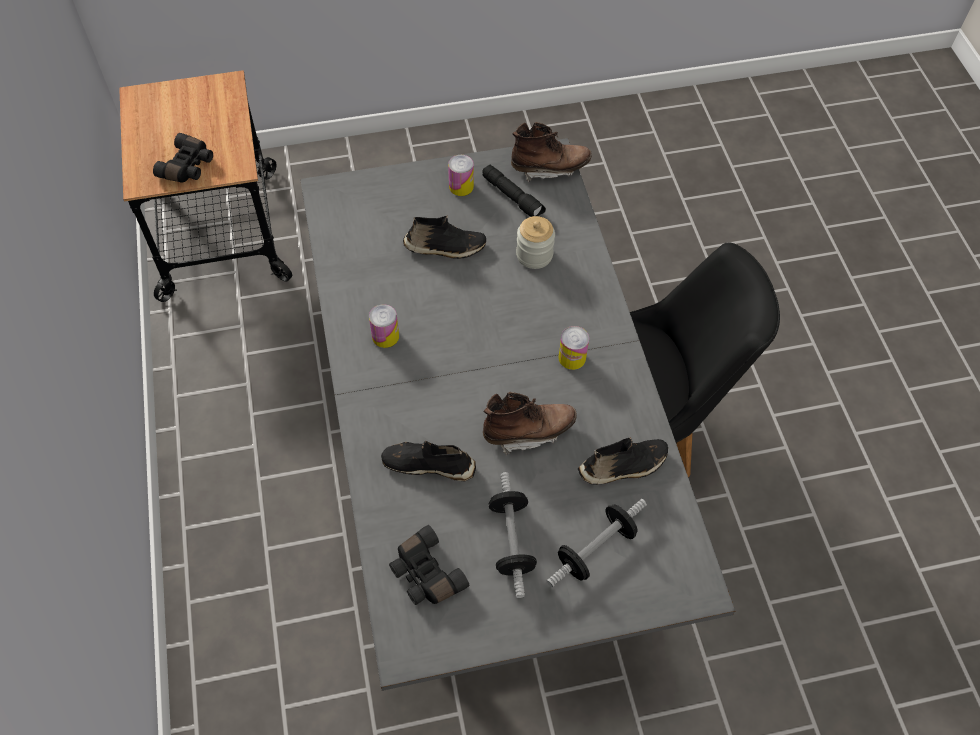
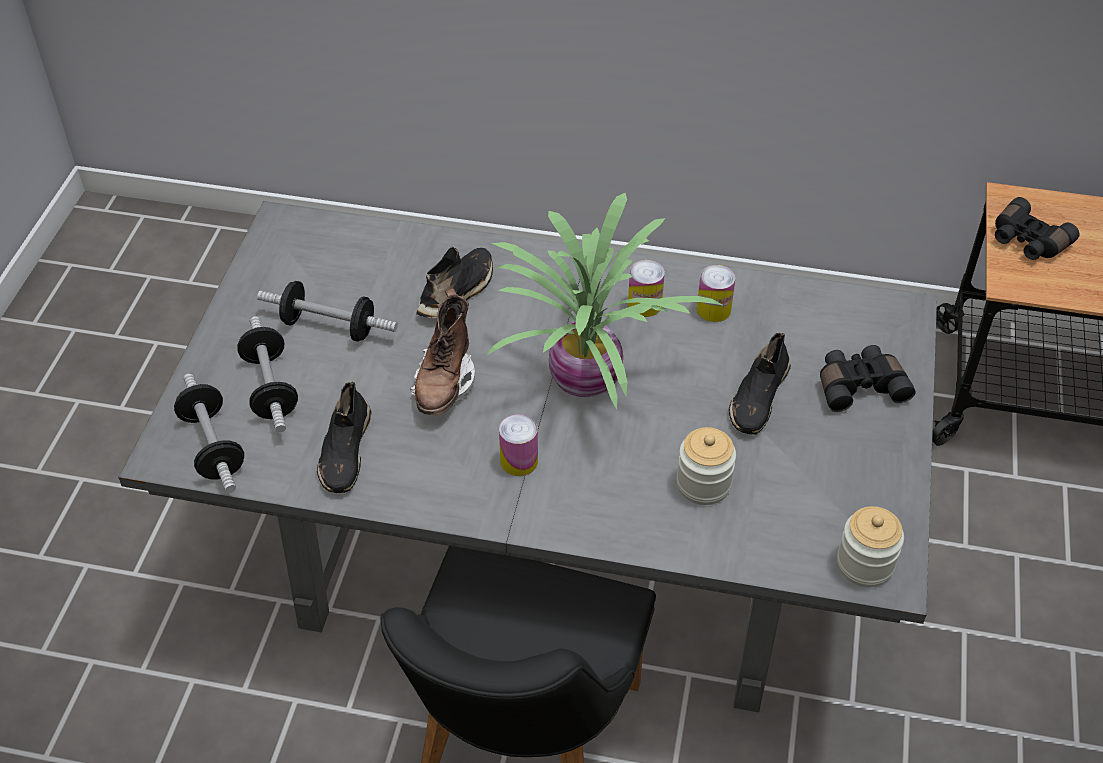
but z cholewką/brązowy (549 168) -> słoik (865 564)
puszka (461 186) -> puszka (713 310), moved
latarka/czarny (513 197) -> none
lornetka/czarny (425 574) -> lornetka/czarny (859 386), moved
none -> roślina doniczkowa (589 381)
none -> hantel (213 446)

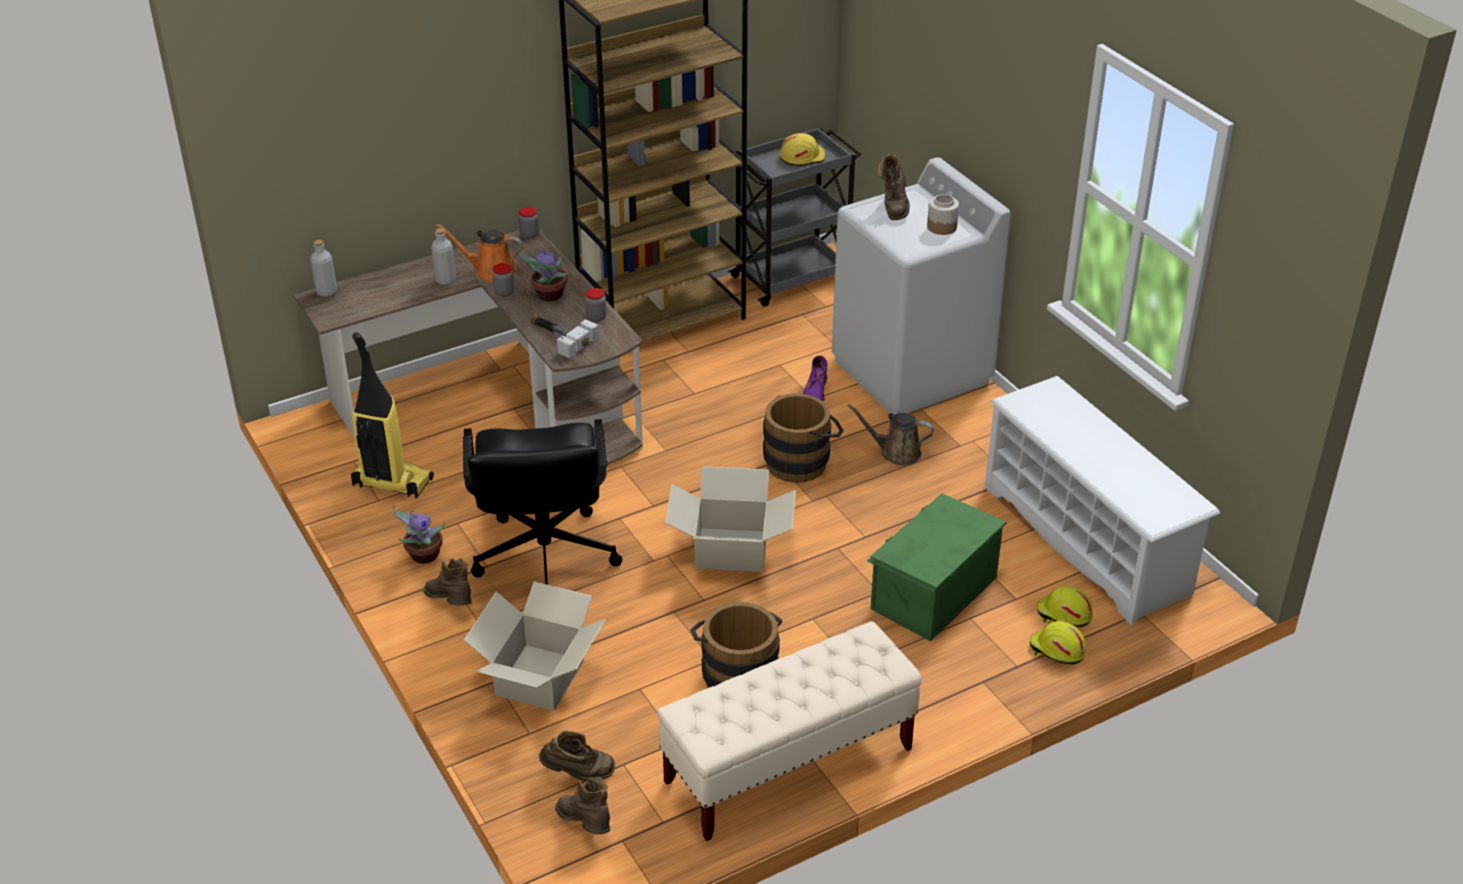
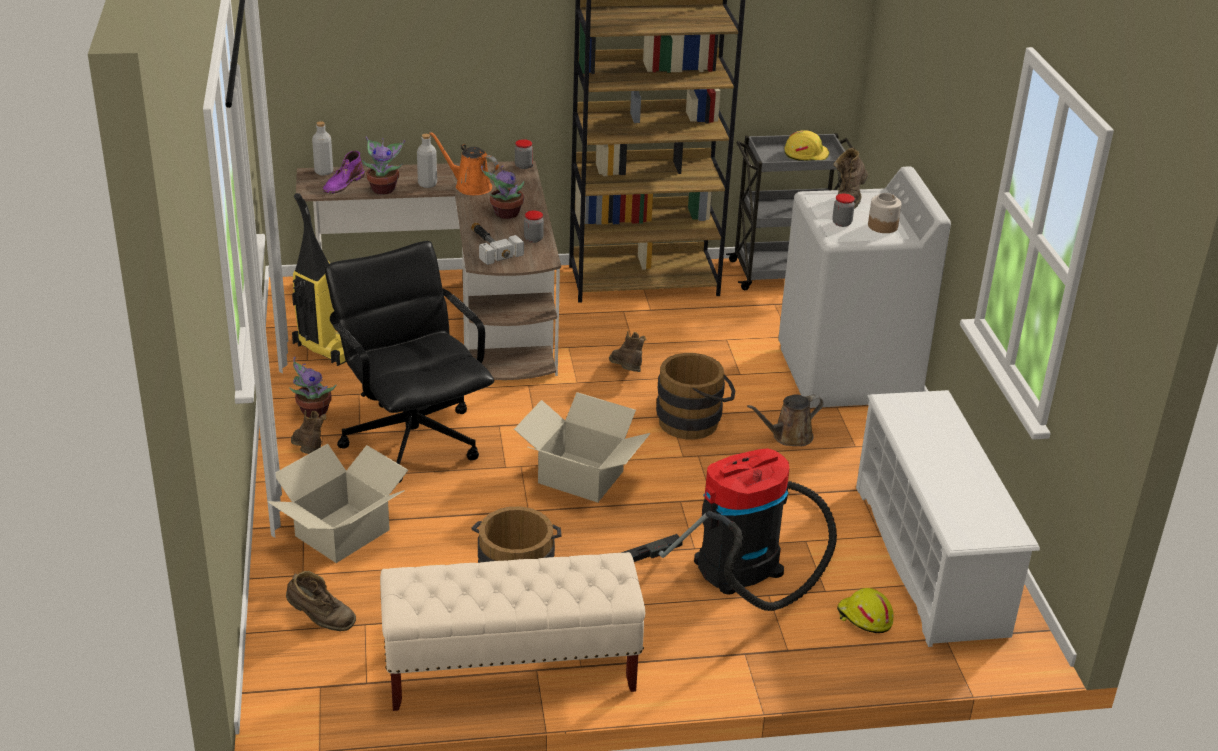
słoik (504 292) -> słoik (841 223), moved
but z cholewką/fioletowy (815 392) -> but z cholewką/fioletowy (343 183), moved
konewka/brązowy (896 452) -> konewka/brązowy (789 437), 60 degrees counterclockwise
krzesło biurowe/czarny (544 557) -> krzesło biurowe/czarny (413 439), 135 degrees clockwise
pojemnik do przechowywania/zielony (931 592) -> odkurzacz (745 563)
kask/żółty (1057 650) -> none
but z cholewką/brązowy (586 826) -> but z cholewką/brązowy (627 373), moved
none -> roślina doniczkowa (384 189)

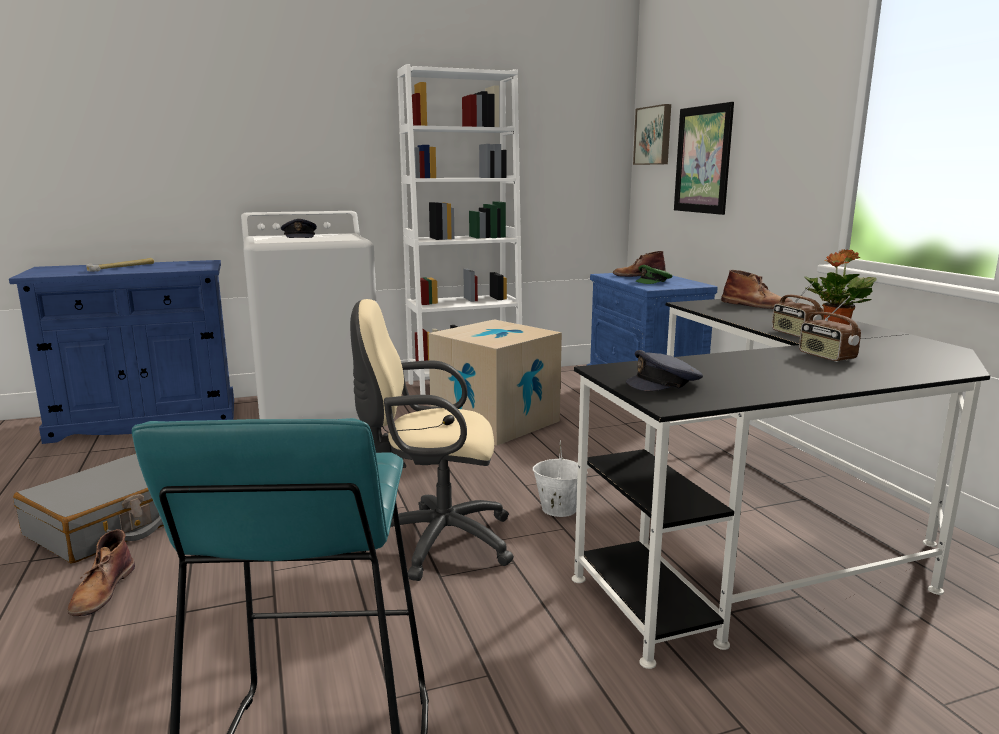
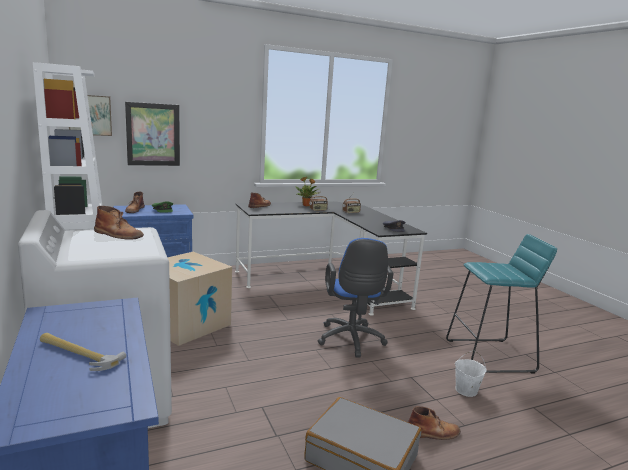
czapka z daszkiem/szary (299 236) -> none
krzesło biurowe/beżowy (434 541) -> krzesło biurowe/niebieski (351 341)
wiadro/biały (558 509) -> wiadro/biały (466 390), moved
none -> but z cholewką/brązowy (118 235)

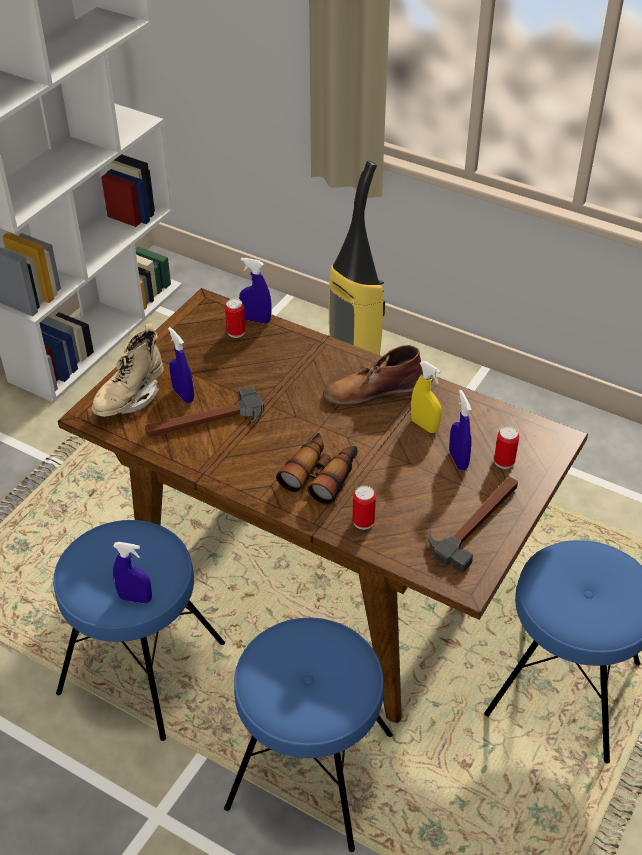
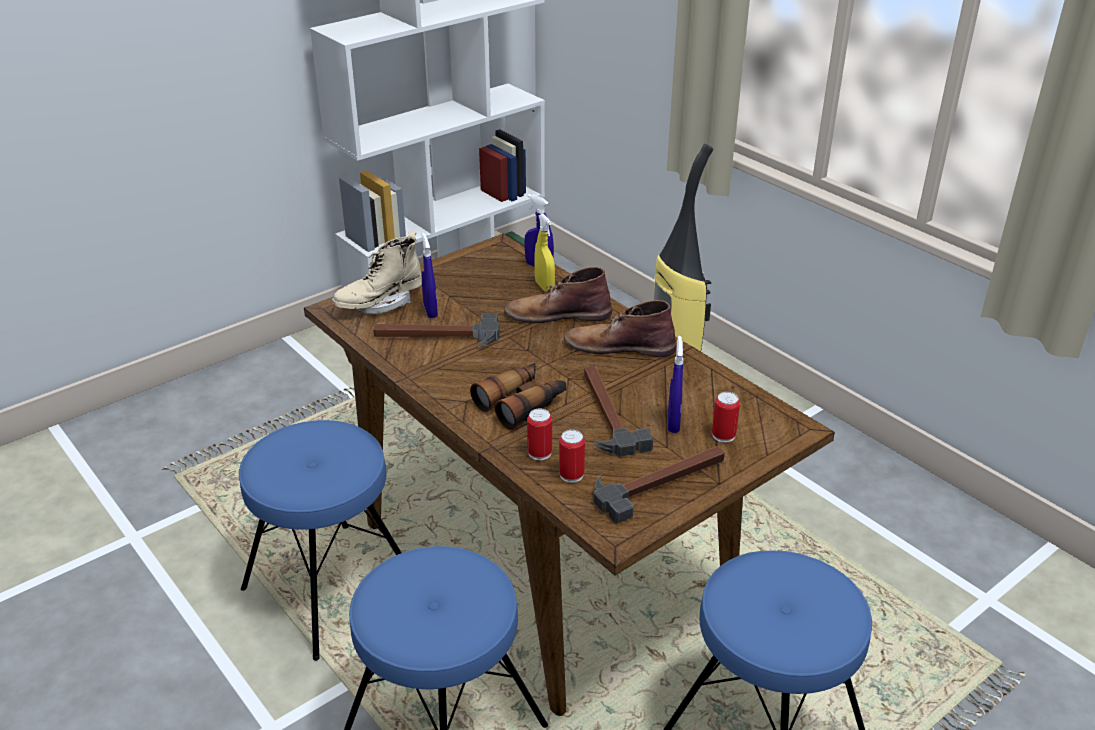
puszka (236 332) -> puszka (571 475), moved
spryskiwacz/żółty (424 425) -> spryskiwacz/żółty (544 287), moved
spryskiwacz/niebieski (135 598) -> none
none -> but z cholewką/brązowy (557 314)
none -> młotek (606 414)

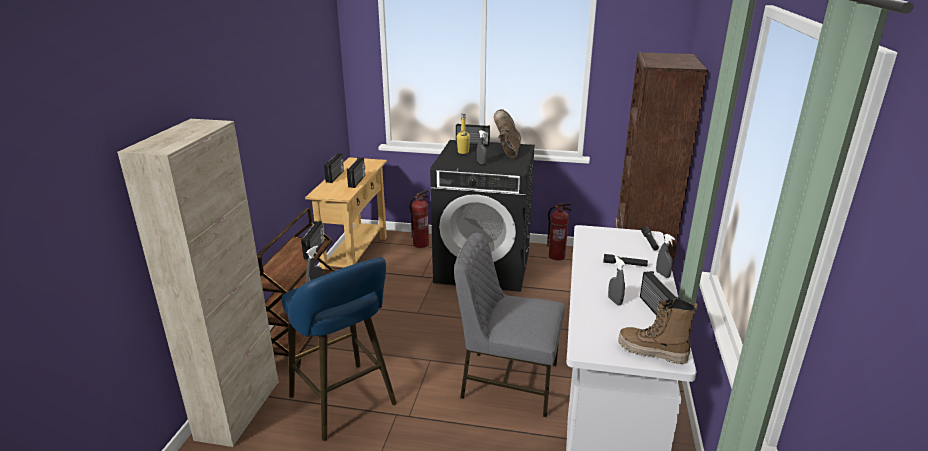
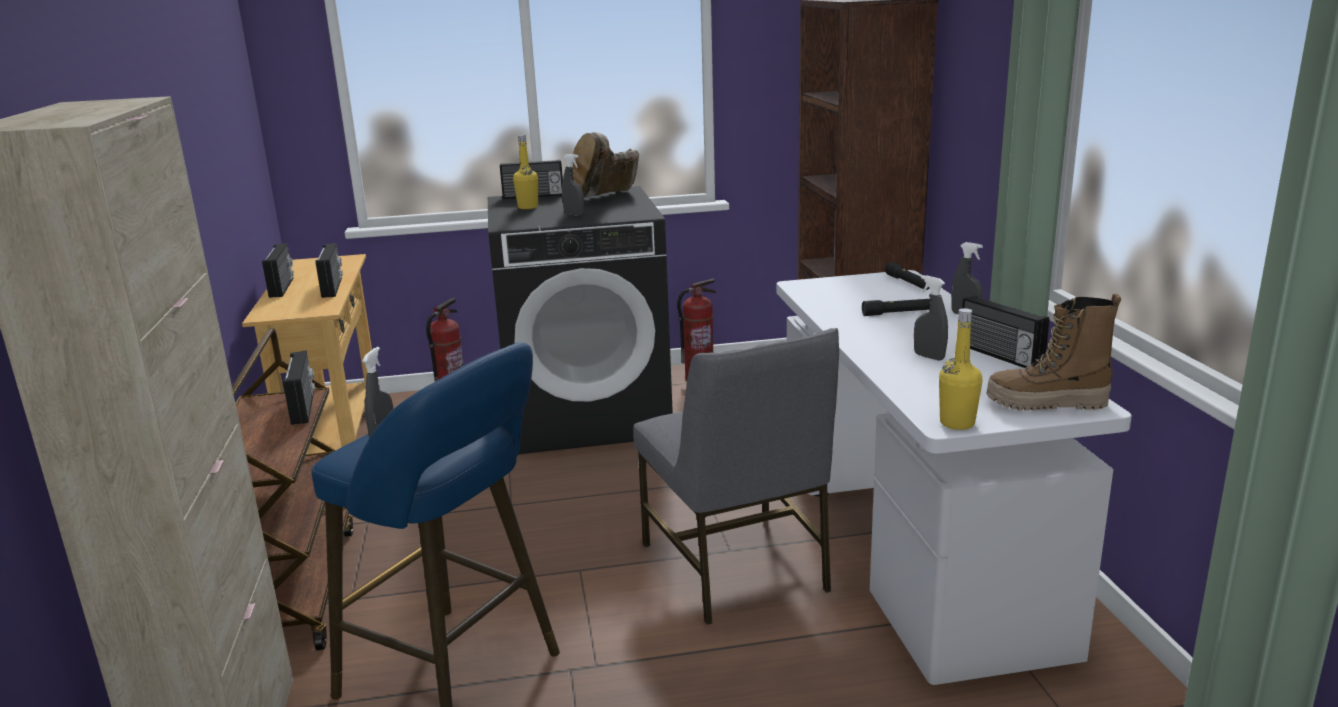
but z cholewką/brązowy (507 152) -> but z cholewką/brązowy (604 198), 120 degrees counterclockwise
krzesło/szary (507 381) -> krzesło/szary (736 568), 105 degrees counterclockwise
none -> butelka/żółty (957 423)

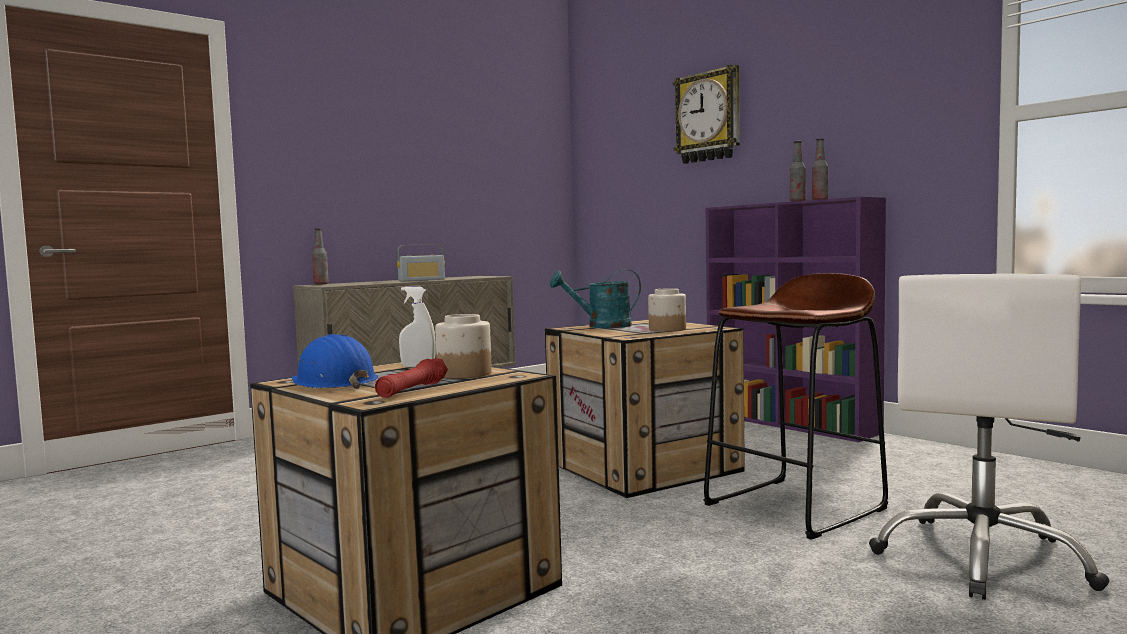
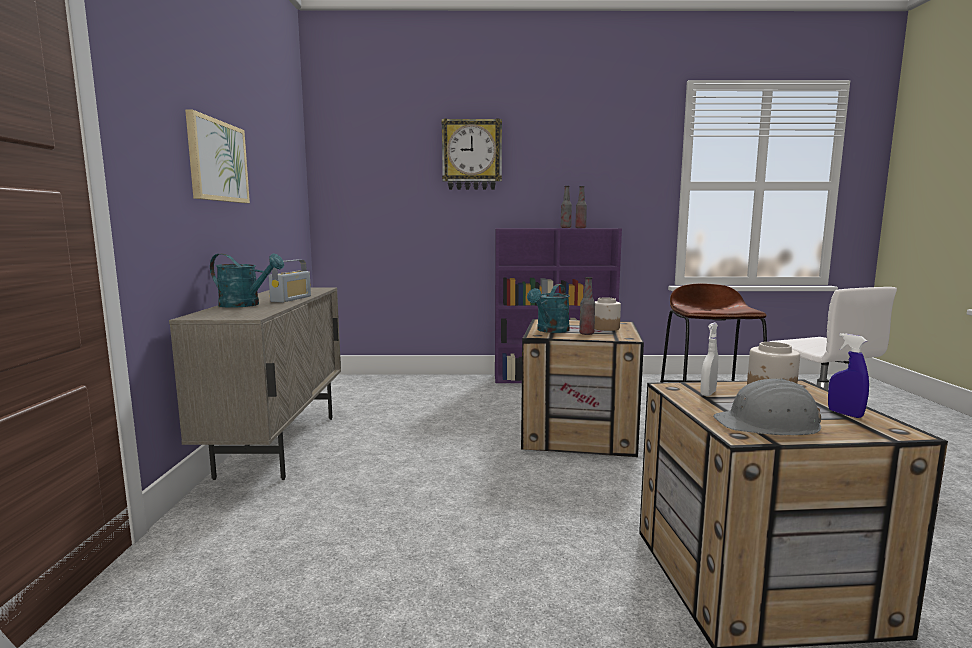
butelka (321 284) -> butelka (586 334), moved
kask/niebieski (333 382) -> kask/szary (769 424)
latarka/czerwony (412 390) -> spryskiwacz/niebieski (845 414)
none -> obraz (217 161)
none -> konewka/turkusowy (246 305)

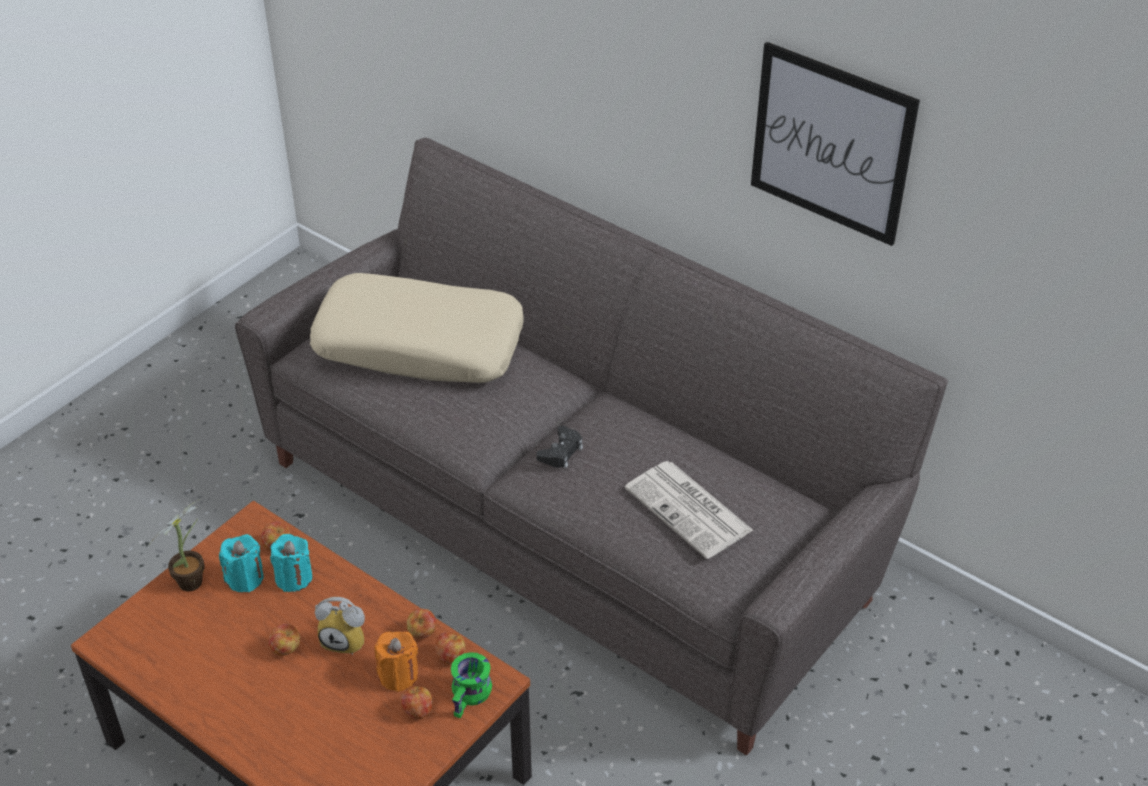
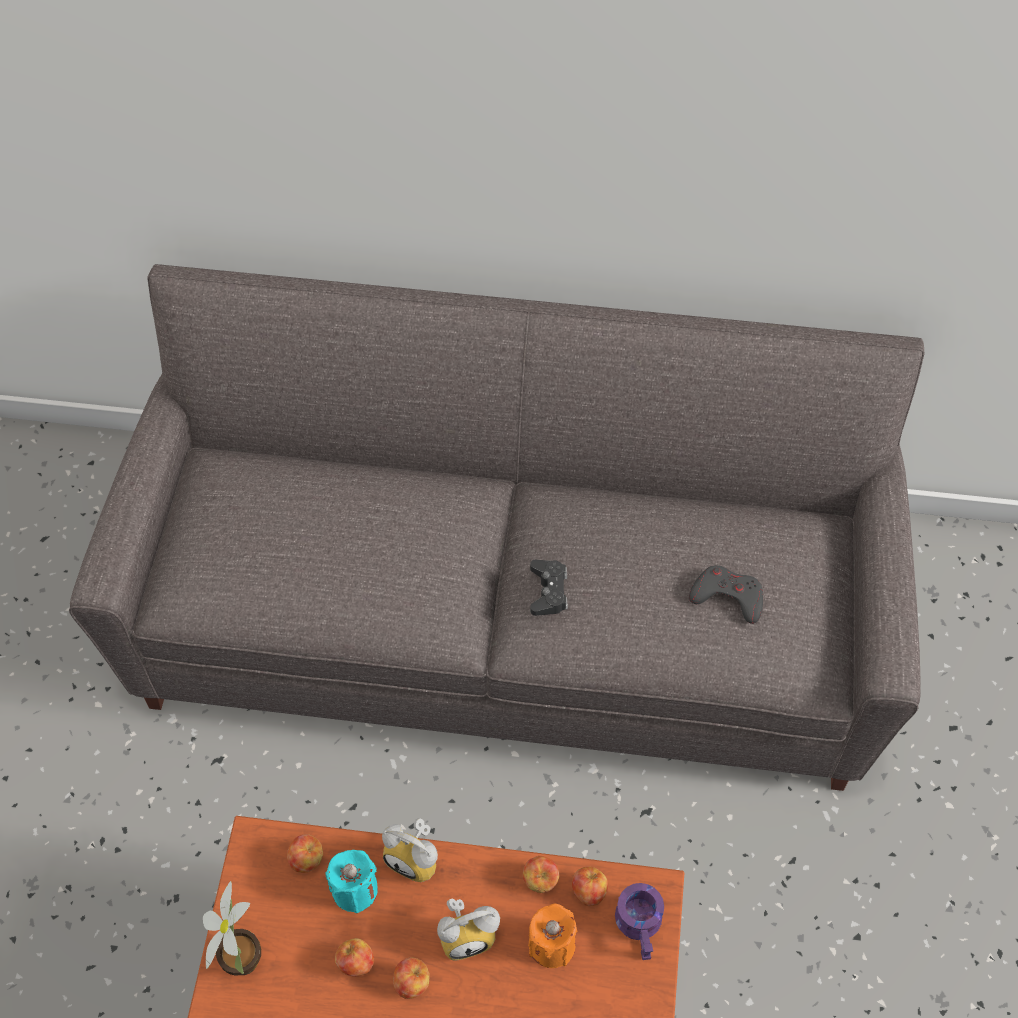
obraz (831 143) -> none
poduszka/beżowy (420 345) -> none
gazeta (690 510) -> pad do gier/szary (727 596)
świeca/turkusowy (245 578) -> none
kubek/zielony (472 696) -> kubek/fioletowy (643 925)
jabłko (417 711) -> jabłko (356 963), moved
none -> budzik (417 858)

